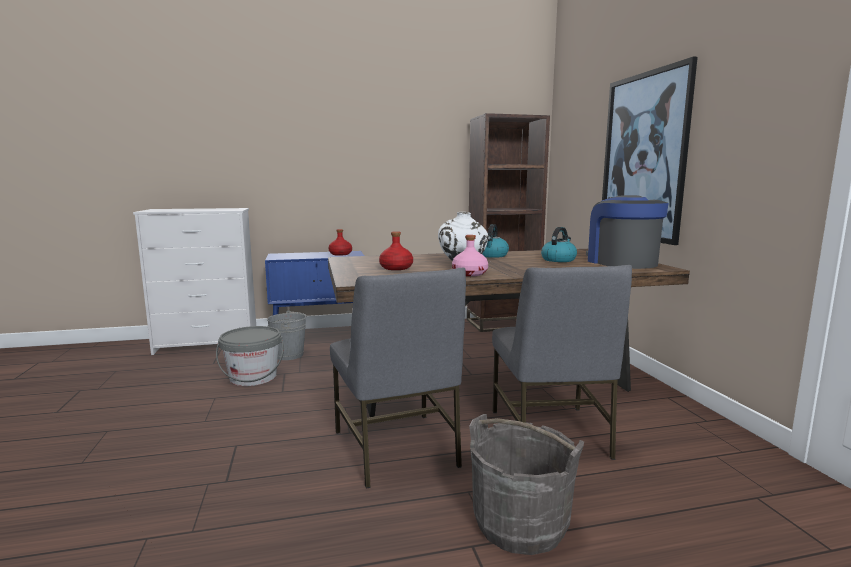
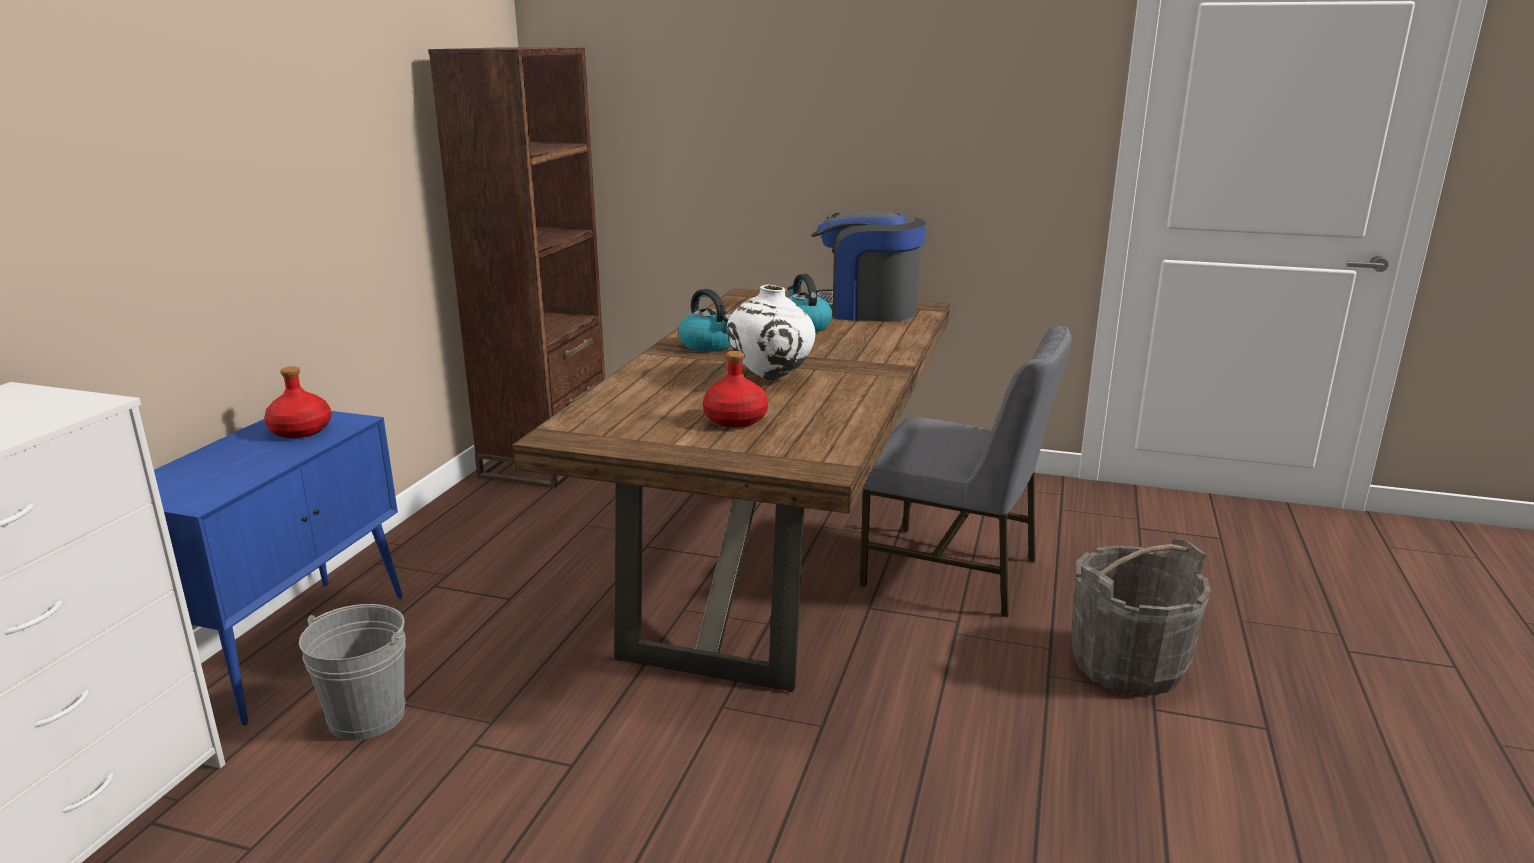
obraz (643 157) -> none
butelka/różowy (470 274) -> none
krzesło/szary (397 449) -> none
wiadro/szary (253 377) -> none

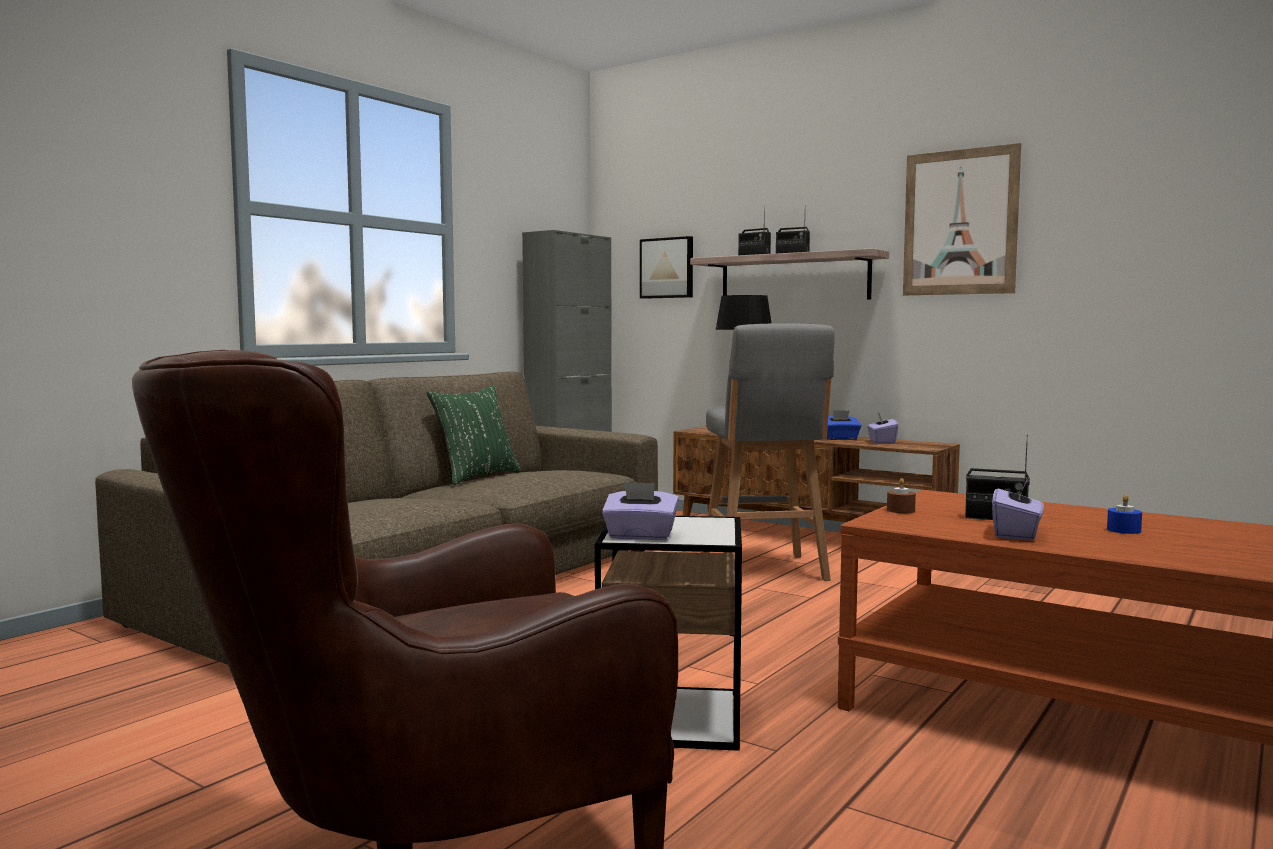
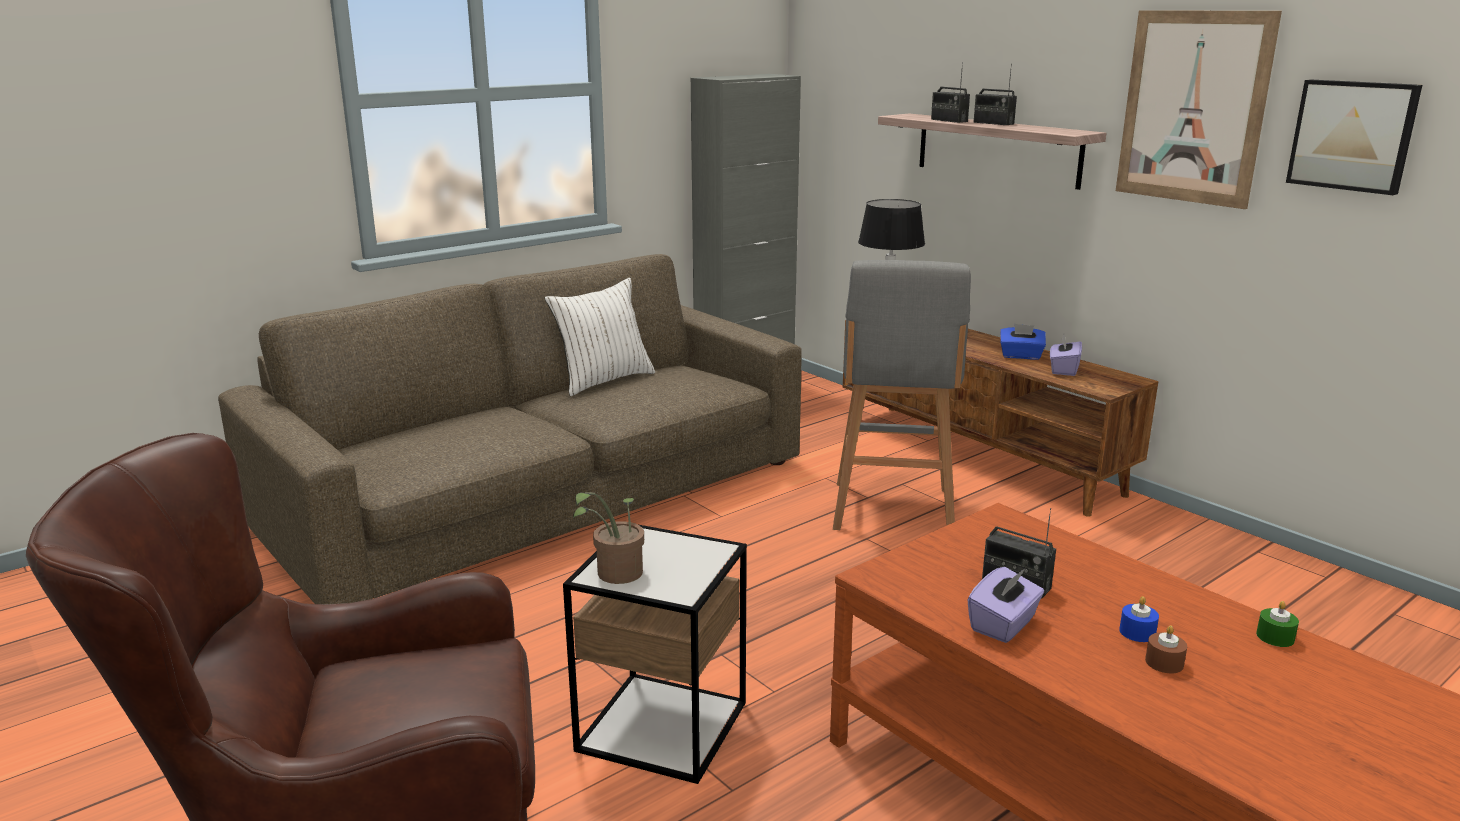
obraz (667 268) -> obraz (1353 135), moved
poduszka/zielony (476 477) -> poduszka/biały (603 380)
świeca/brązowy (900 510) -> świeca/brązowy (1164 662), moved
pudełko chusteczek/fioletowy (640 536) -> roślina doniczkowa (614 575)
none -> świeca/zielony (1275 637)

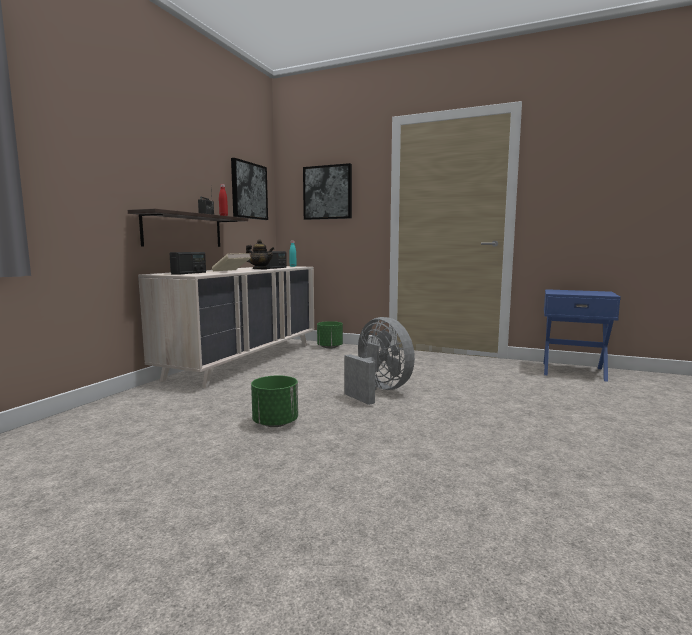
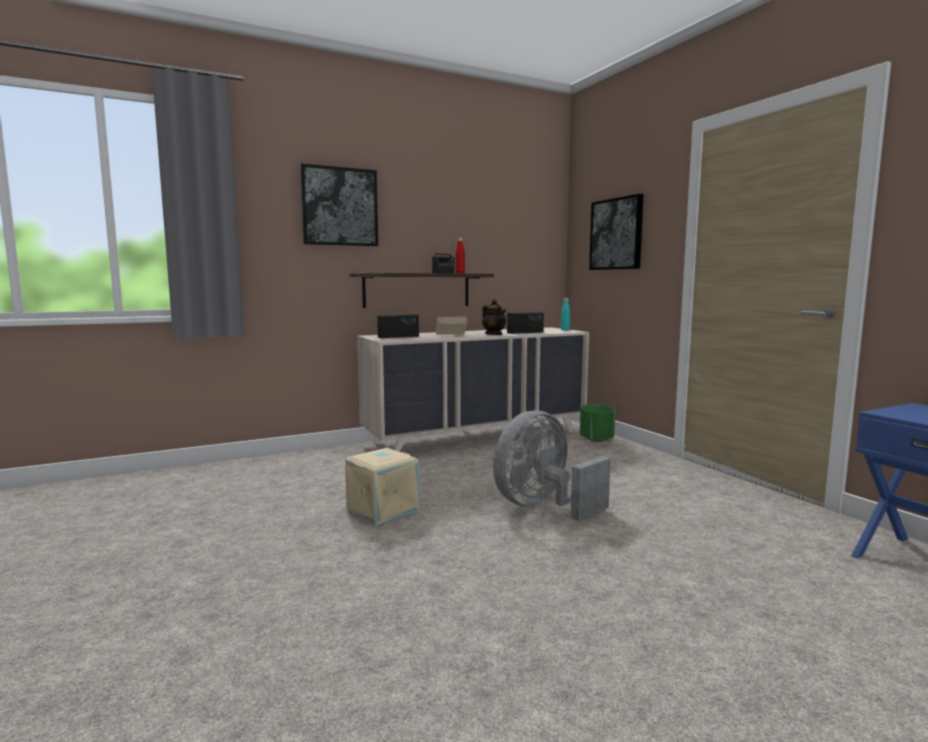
obraz (249 191) -> obraz (339 207), moved
wentylator/szary (378 391) -> wentylator/szary (543 506), 135 degrees counterclockwise
donica/zielony (275 423) -> pojemnik do przechowywania/beżowy (382 509)

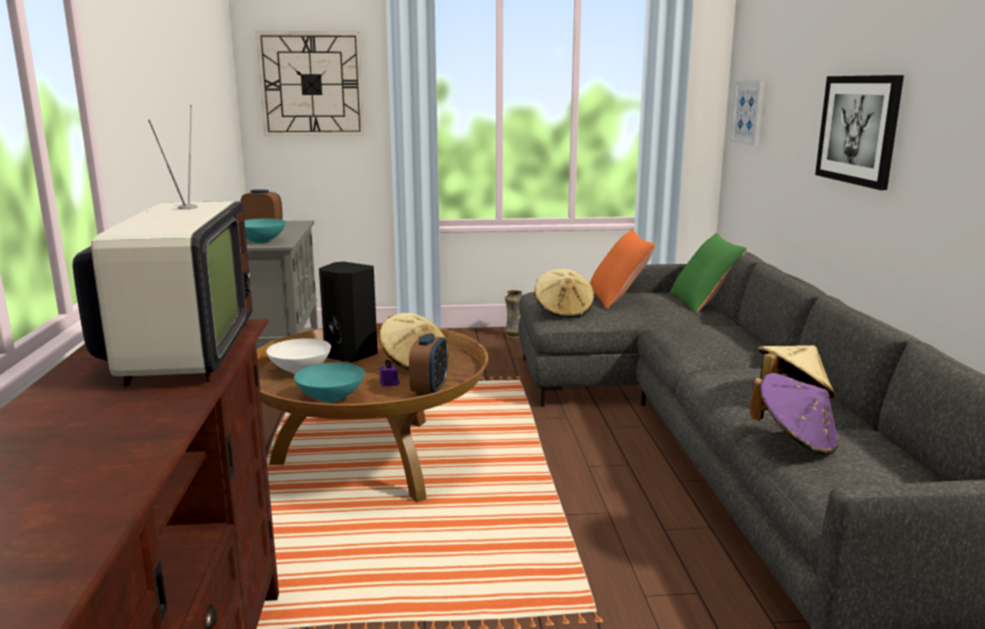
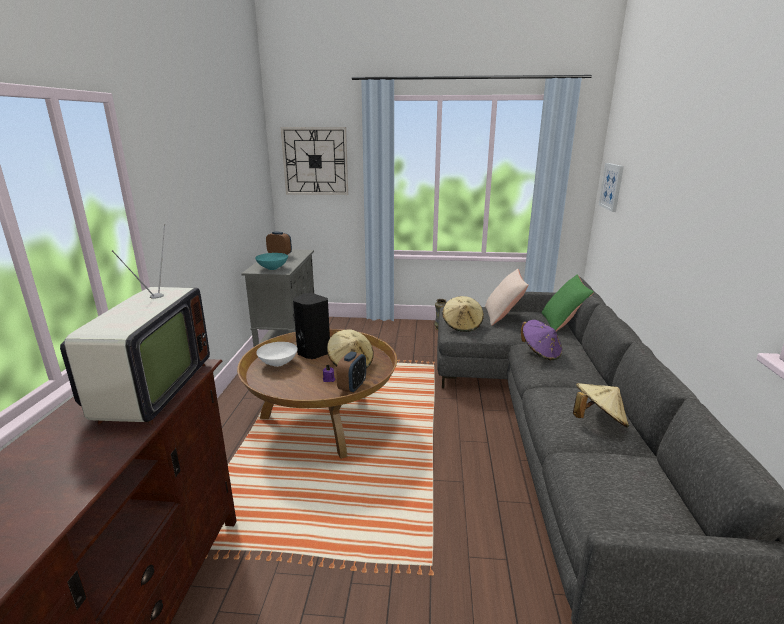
obraz (858 129) -> none
poduszka/pomarańczowy (618 298) -> poduszka/beżowy (503 316)
miska/turkusowy (330 399) -> none
kapelusz/fioletowy (794 441) -> kapelusz/fioletowy (540 353), moved

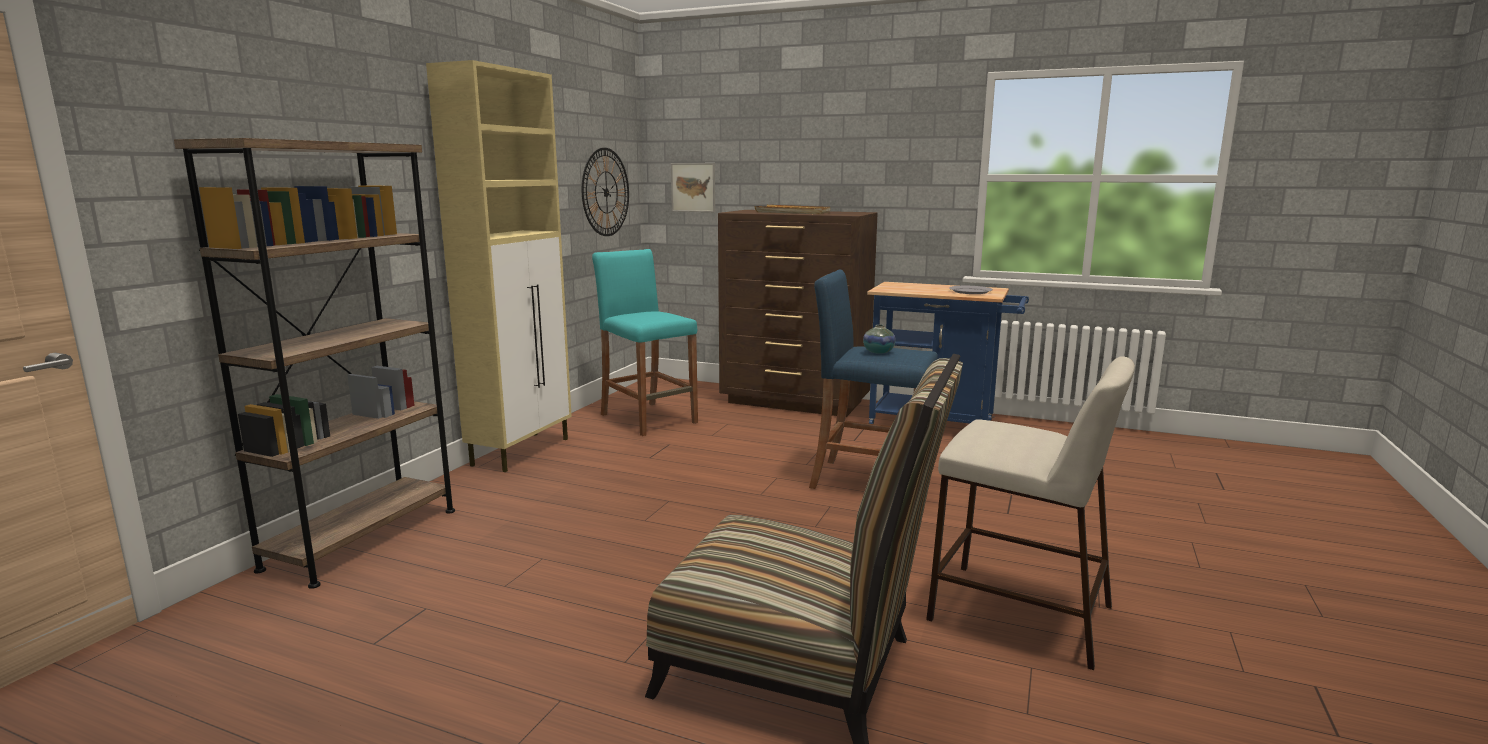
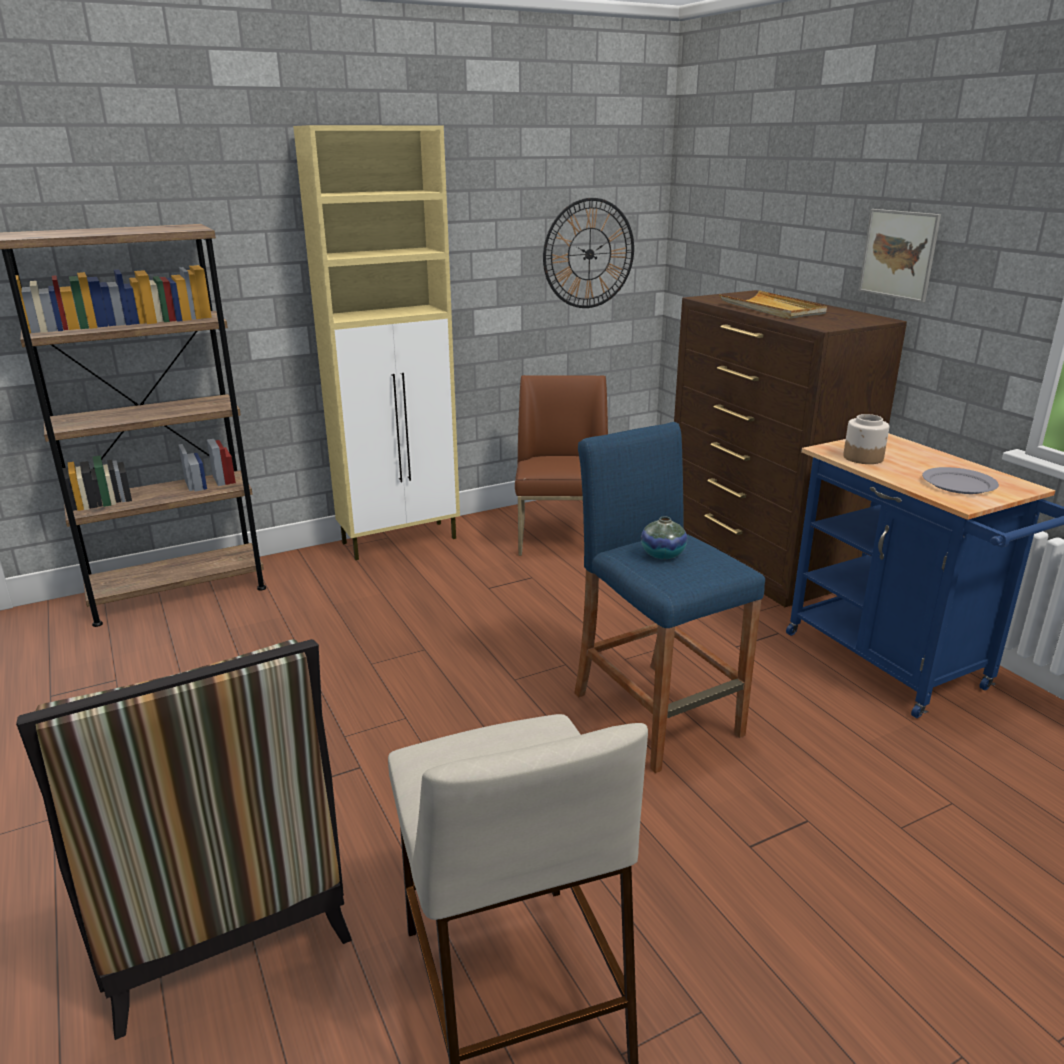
obraz (693 187) -> obraz (898 254), moved
stołek/turkusowy (648 419) -> krzesło/brązowy (563 536)
none -> słoik (863 458)

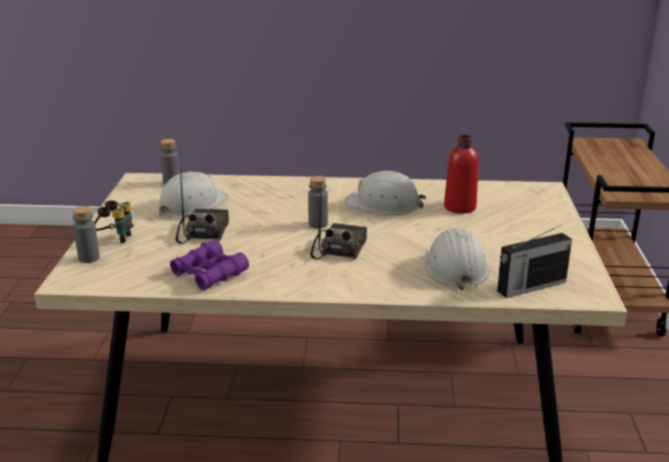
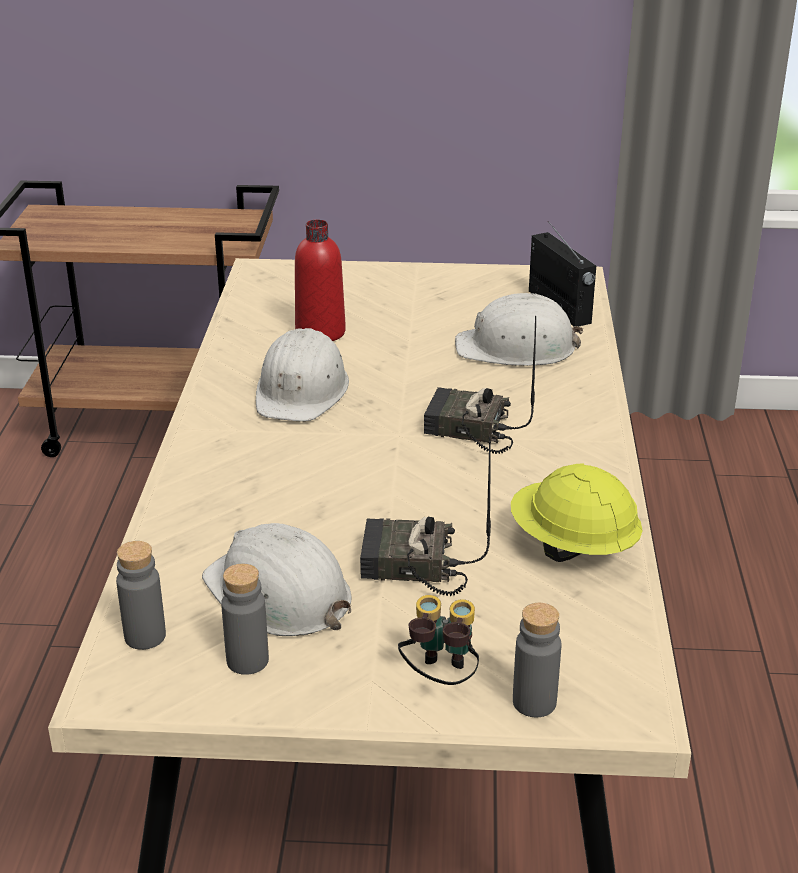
butelka/szary (318 224) -> butelka/szary (247 660), moved
lornetka/fioletowy (209 274) -> kask/żółty (572 547)

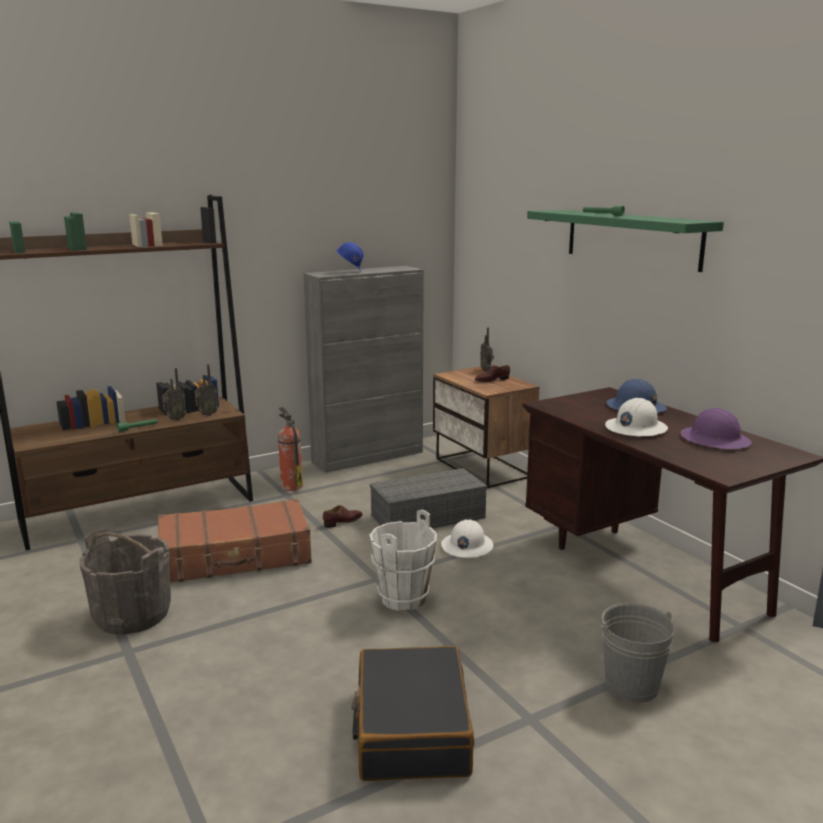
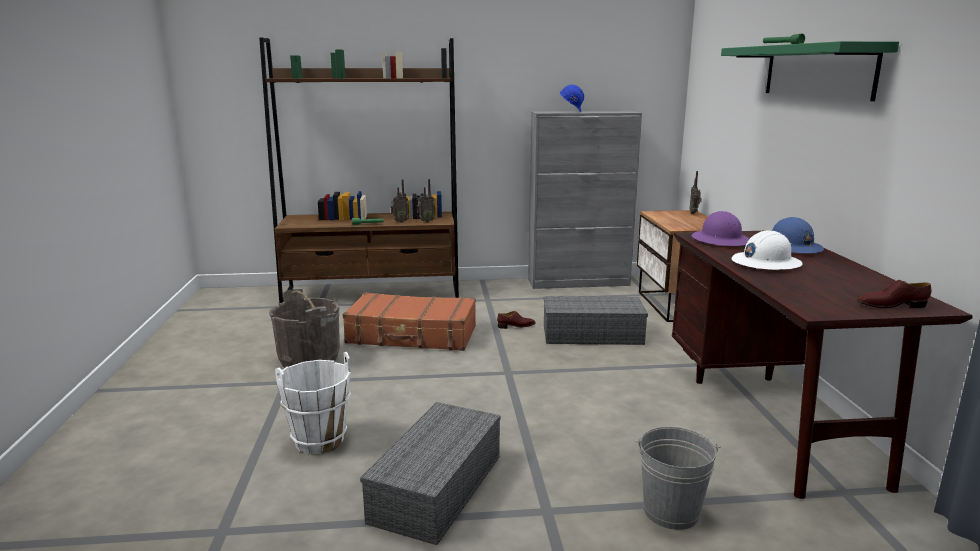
but/brązowy (492 380) -> but/brązowy (891 305), moved
gaśnica (291 486) -> none
kask/fioletowy (715 440) -> kask/fioletowy (721 240), moved
wiadro/biały (402 598) -> wiadro/biały (319 440), moved
kask/biały (466 546) -> none
walizka/czarny (411 729) -> pojemnik do przechowywania/szary (438 489)

